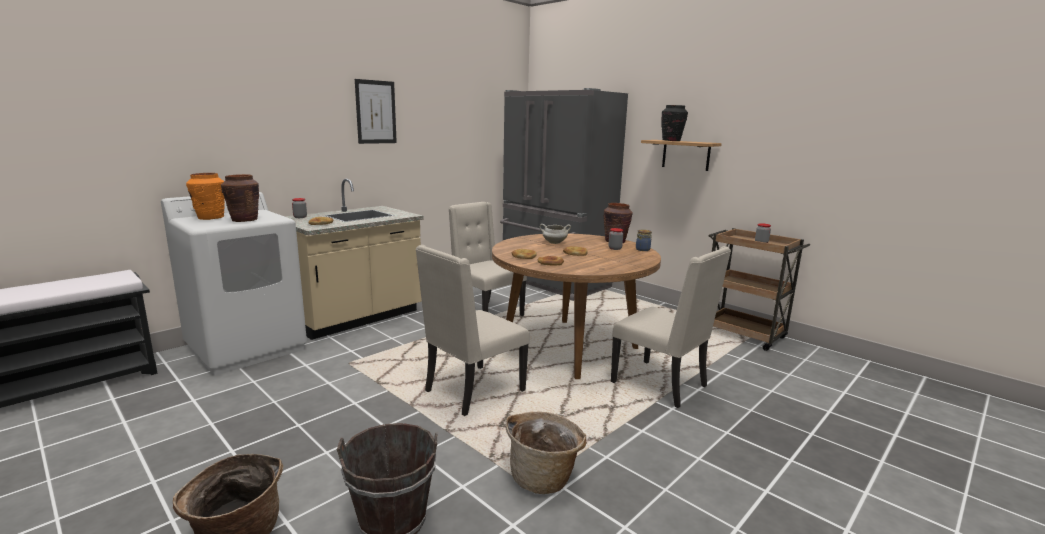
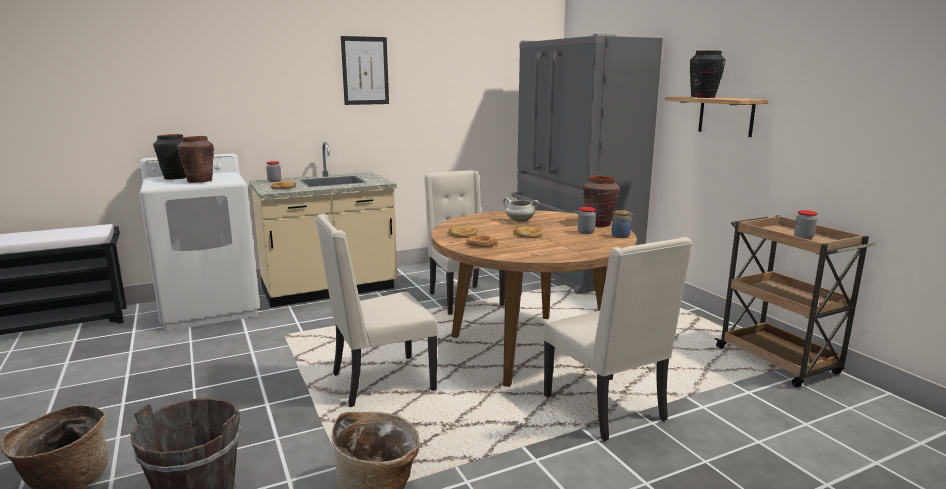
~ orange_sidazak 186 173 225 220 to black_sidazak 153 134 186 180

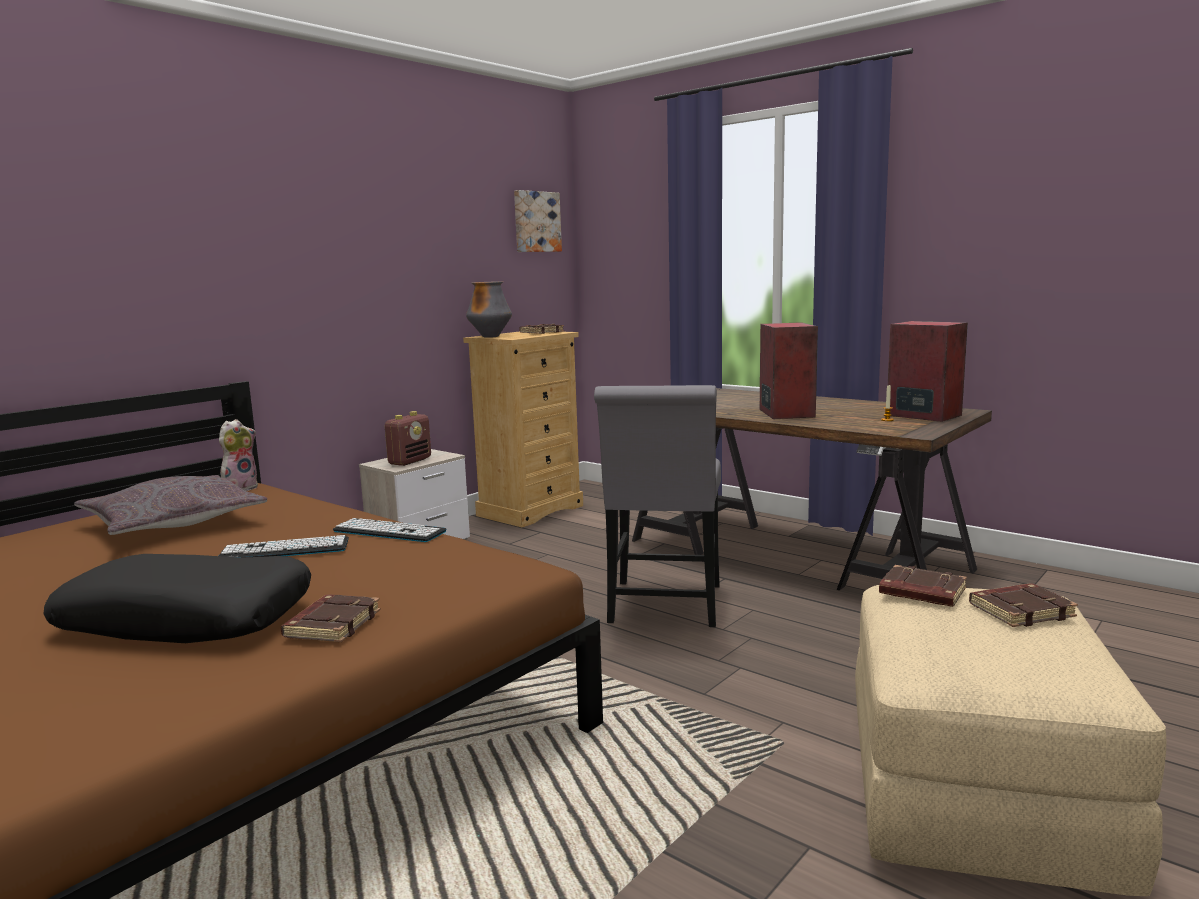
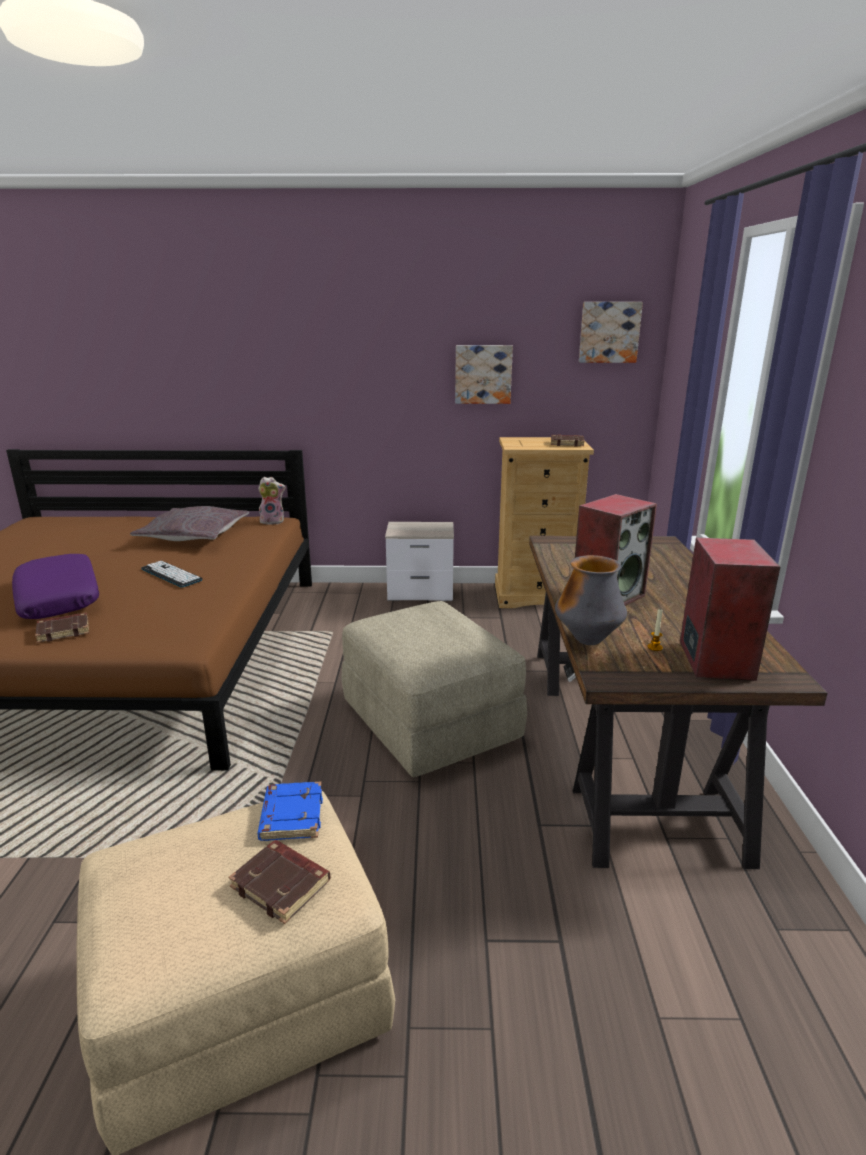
- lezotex 333 518 447 542
- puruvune 385 411 431 466
+ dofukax 455 345 513 404
~ sidazak 466 281 512 338 to 555 555 627 645
~ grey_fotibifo 594 385 721 627 to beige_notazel 341 601 527 777
~ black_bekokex 44 554 311 643 to purple_bekokex 12 554 99 619
~ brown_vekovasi 879 565 967 607 to blue_vekovasi 257 781 323 841

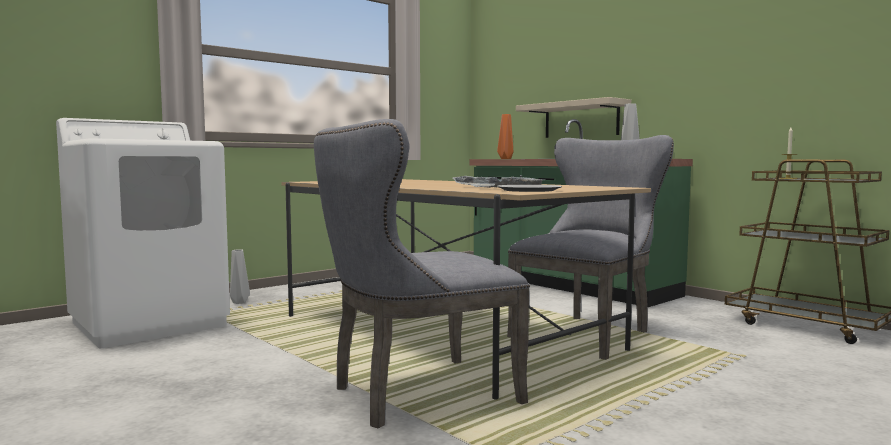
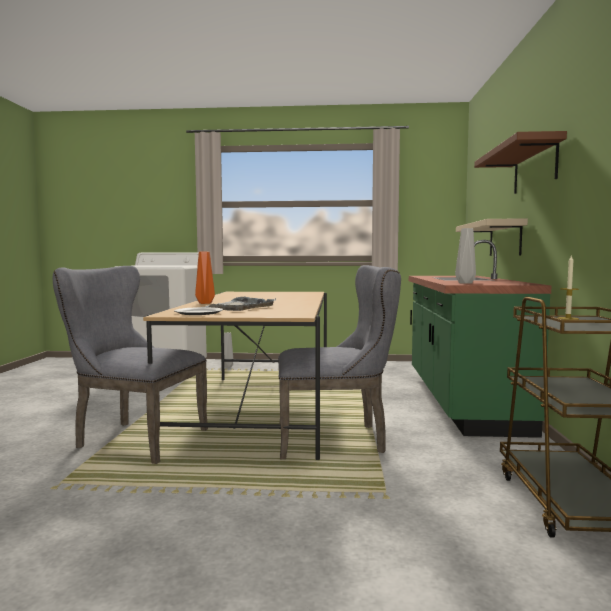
+ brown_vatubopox 474 131 567 194
~ orange_sidazak 497 114 513 159 to 195 252 215 304

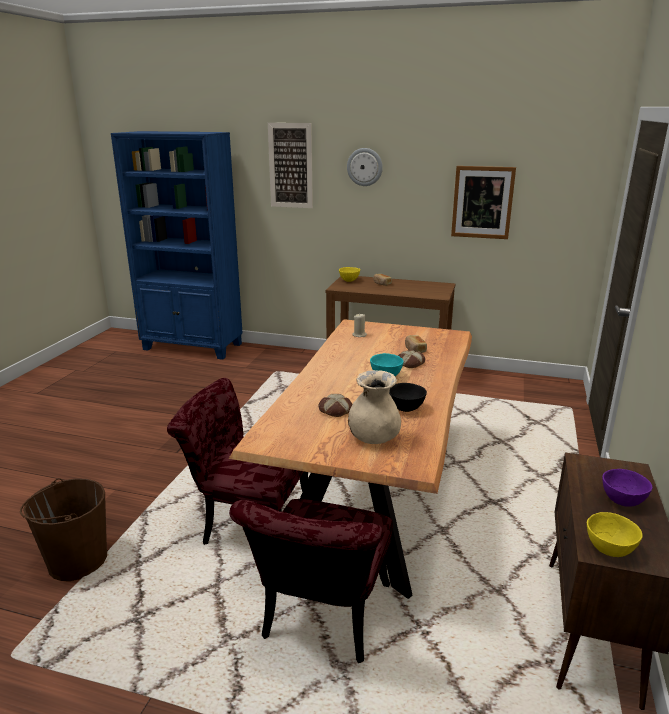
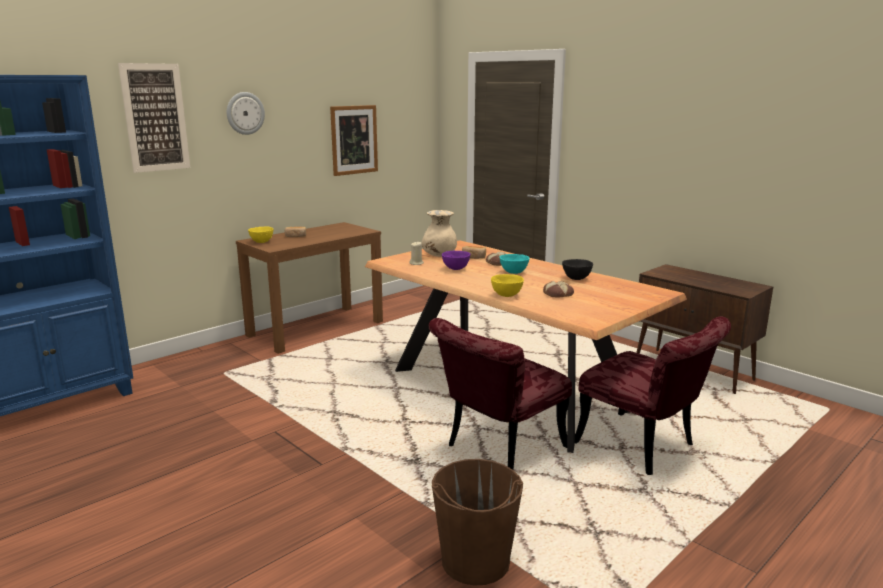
~ beige_sidazak 348 370 401 444 to 422 210 457 257
~ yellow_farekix 587 512 643 557 to 491 274 524 297
~ purple_farekix 602 469 652 507 to 442 251 470 270

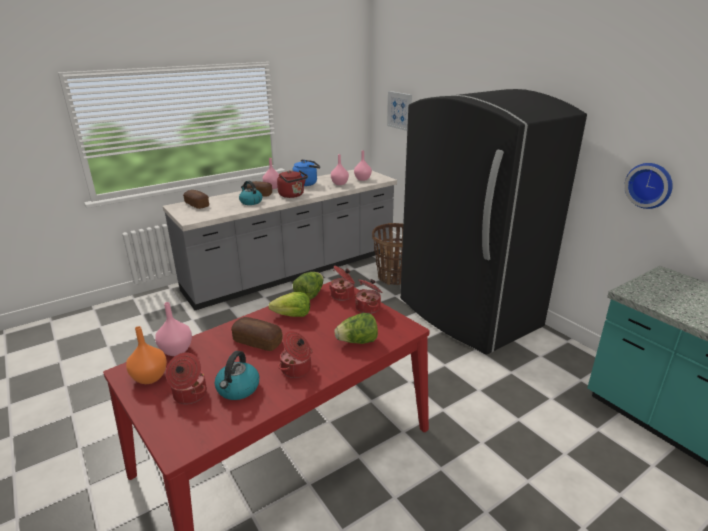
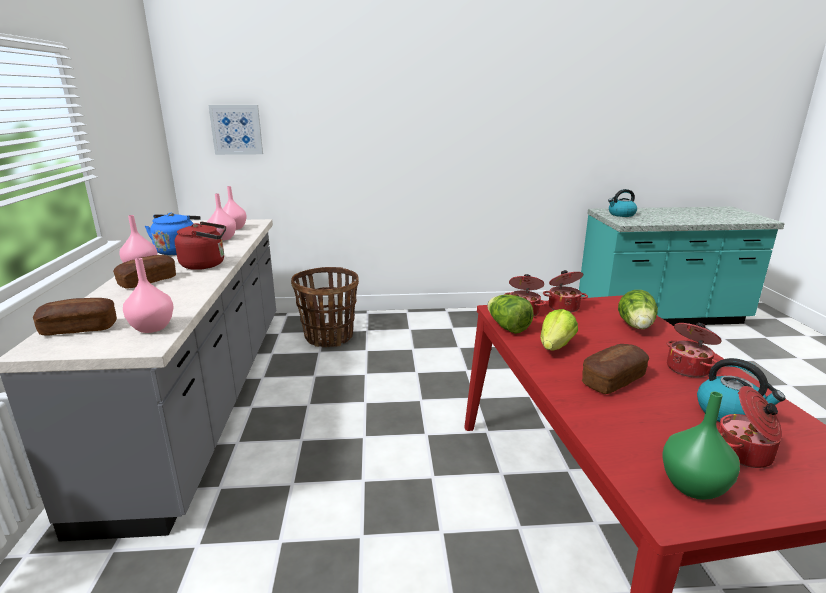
- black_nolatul 400 89 587 355
- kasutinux 624 163 673 209
~ pink_sidazak 155 302 192 356 to 123 258 174 333
~ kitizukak 239 181 262 205 to 608 189 637 217
~ orange_sidazak 126 326 167 384 to green_sidazak 663 391 740 500

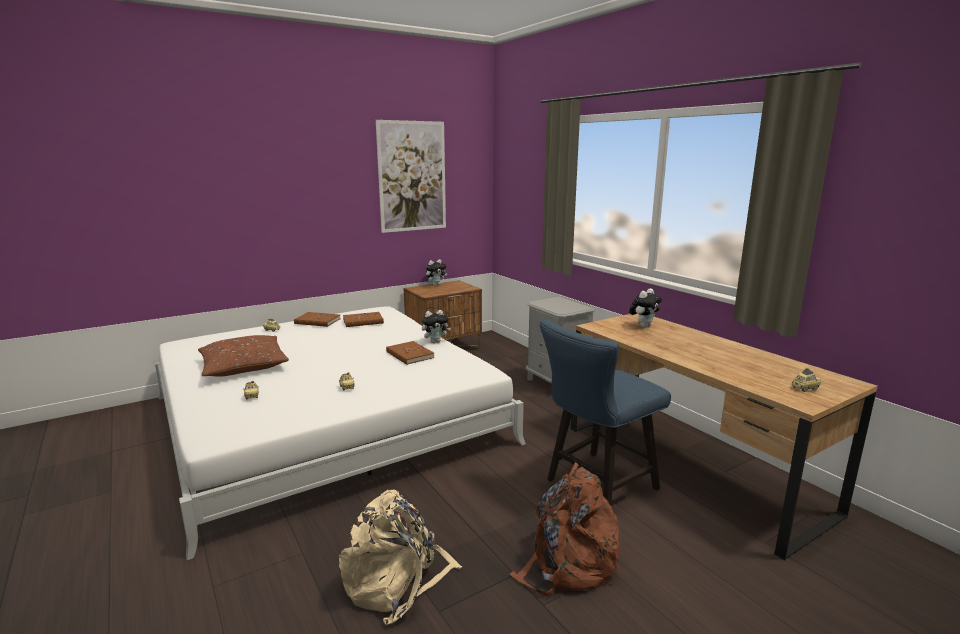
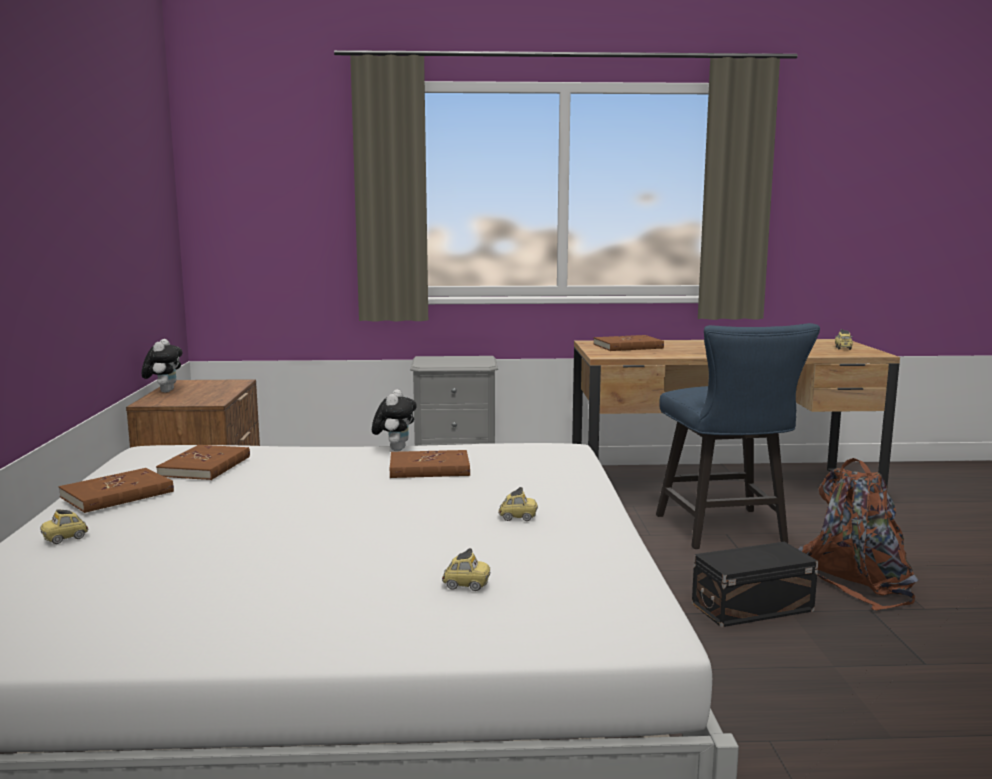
- brown_bekokex 198 335 289 377
- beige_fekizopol 339 489 462 625
- dofukax 376 120 446 233
+ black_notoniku 692 542 818 627
~ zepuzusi 629 288 662 328 to brown_vekovasi 593 335 664 351

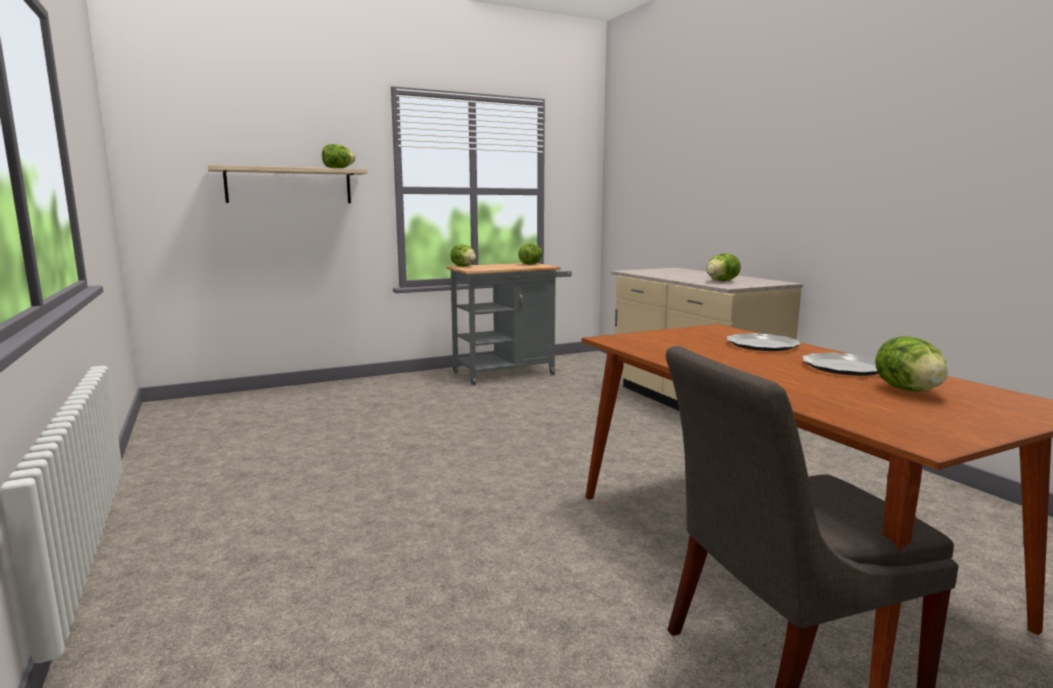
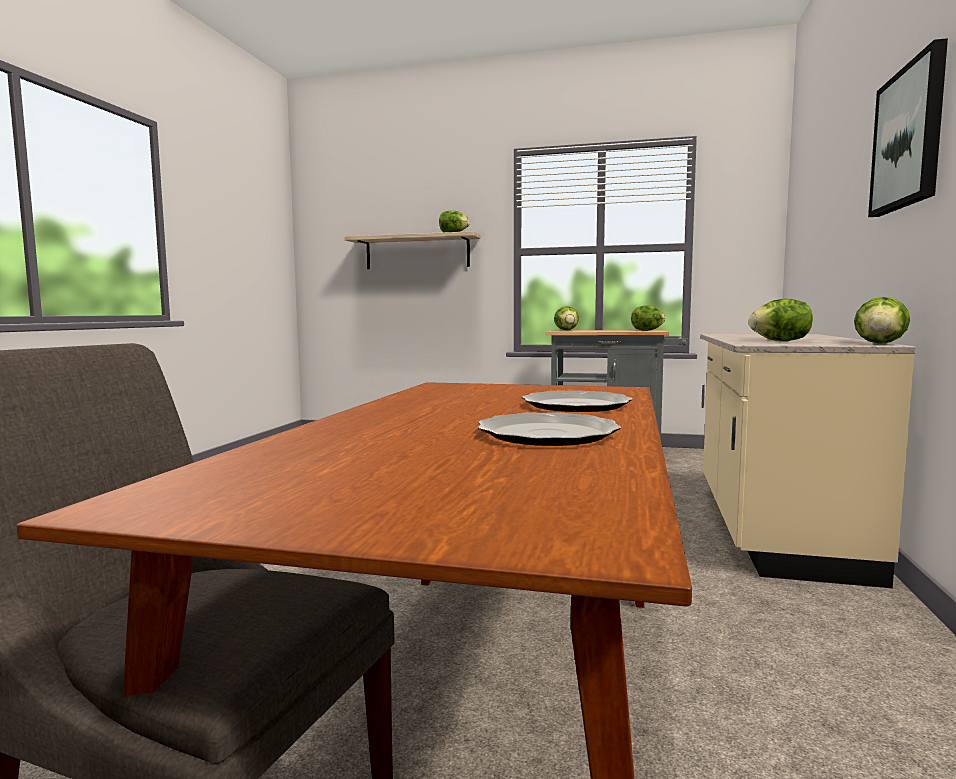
+ dofukax 868 38 948 217
~ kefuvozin 875 336 948 392 to 854 297 910 344

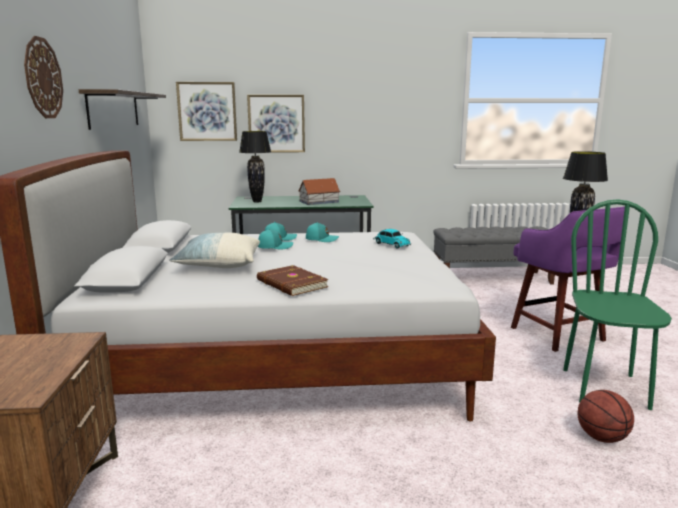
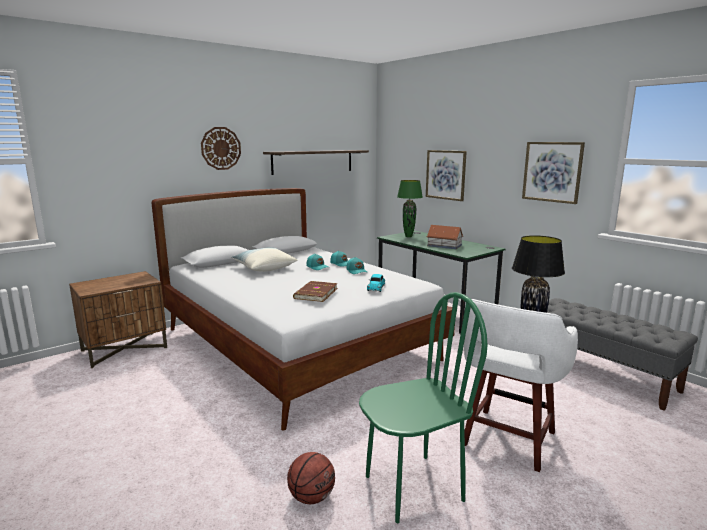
~ dofukax 176 82 237 141 to 522 142 585 204
~ brown_vekovasi 257 265 329 296 to 293 281 338 302
~ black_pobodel 239 131 271 203 to green_pobodel 397 180 423 237
~ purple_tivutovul 511 207 625 352 to white_tivutovul 464 299 578 472

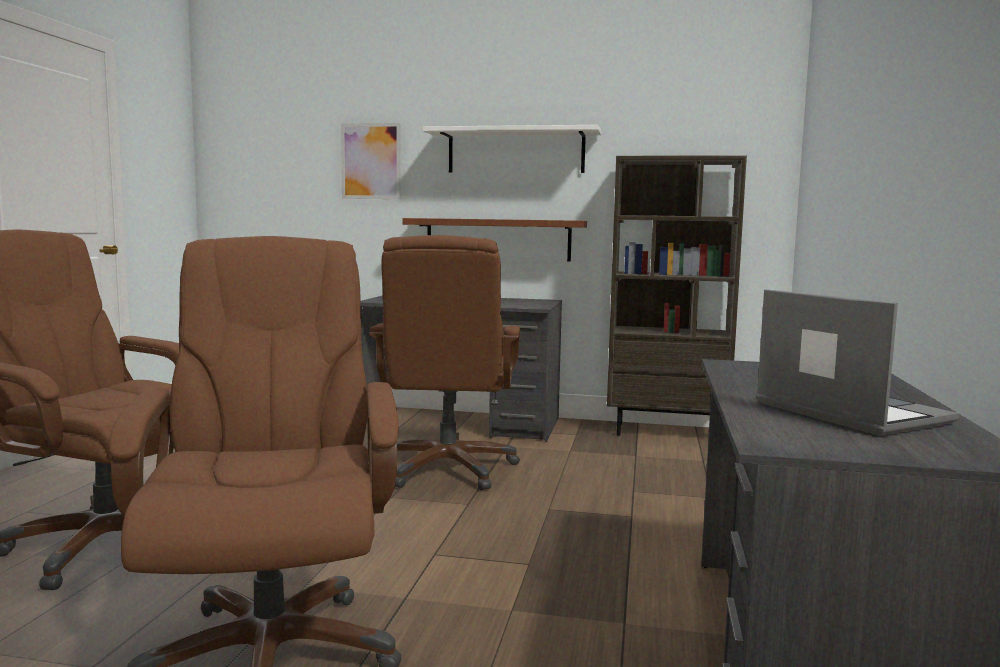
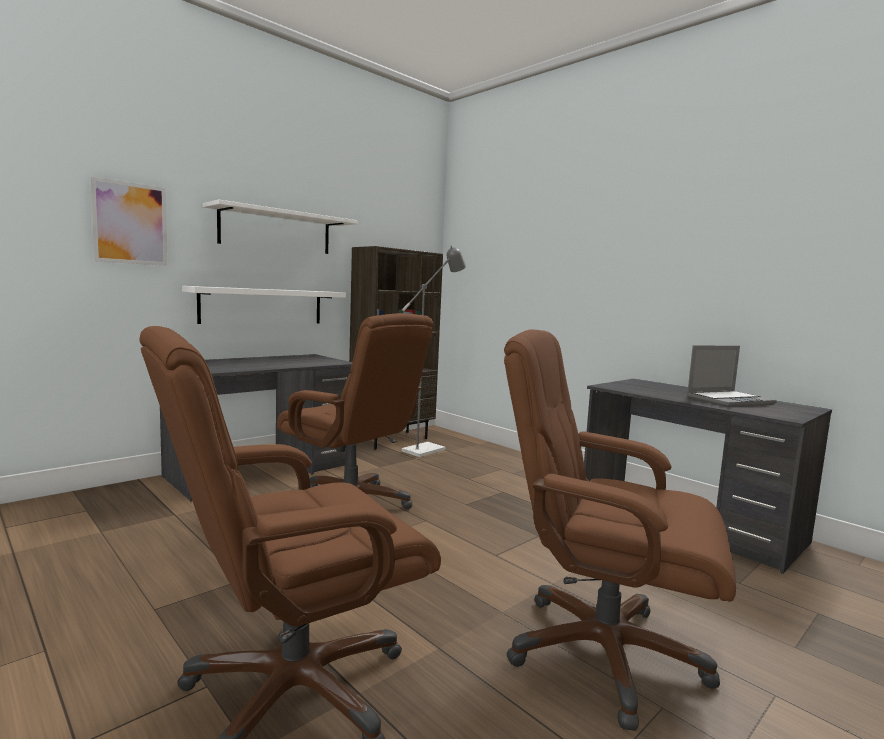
+ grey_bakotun 402 246 466 457
~ brown_vatubopox 403 218 587 262 to white_vatubopox 182 286 346 324
~ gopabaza 756 289 959 436 = 687 345 777 407 150 degrees clockwise

